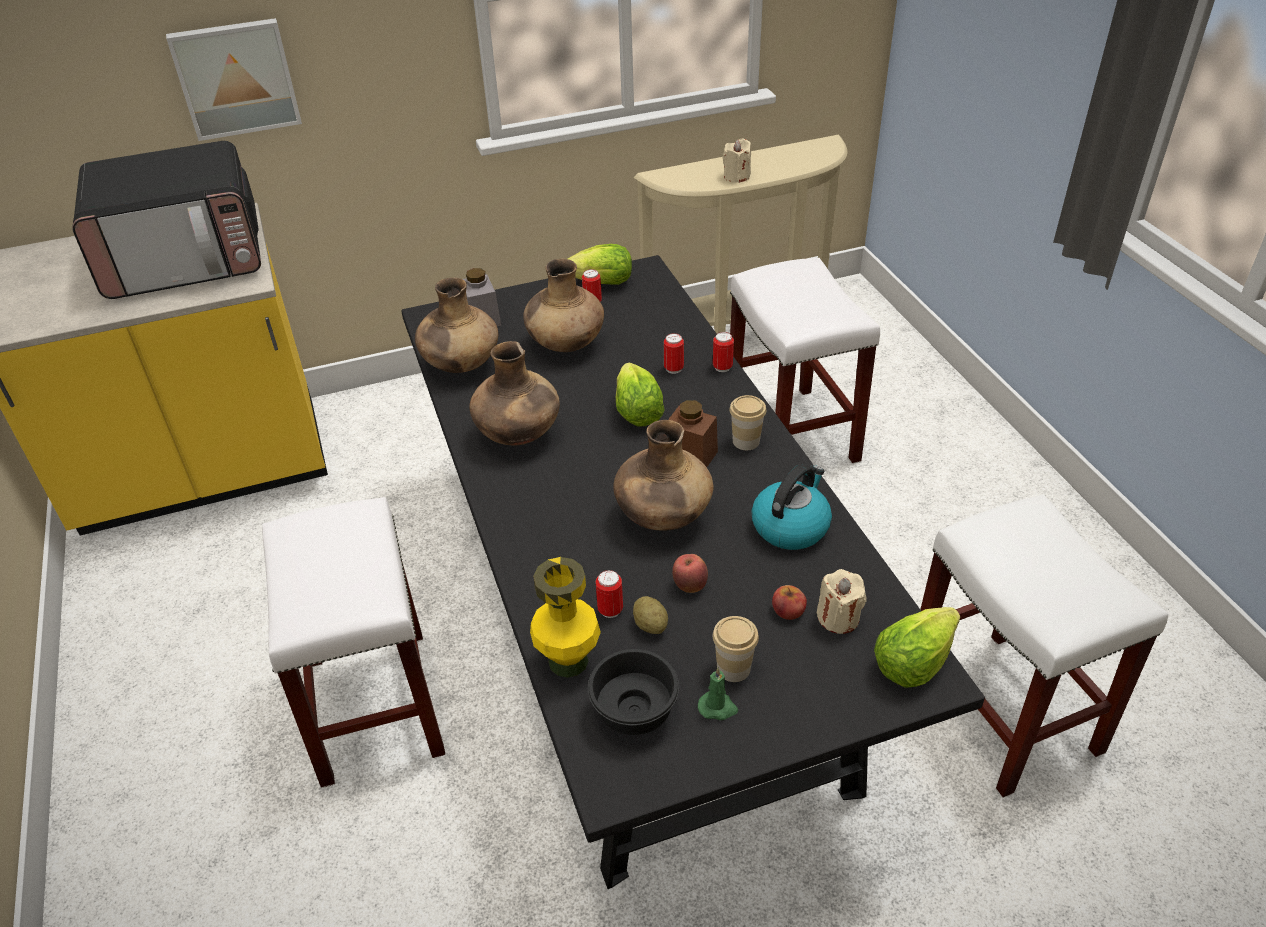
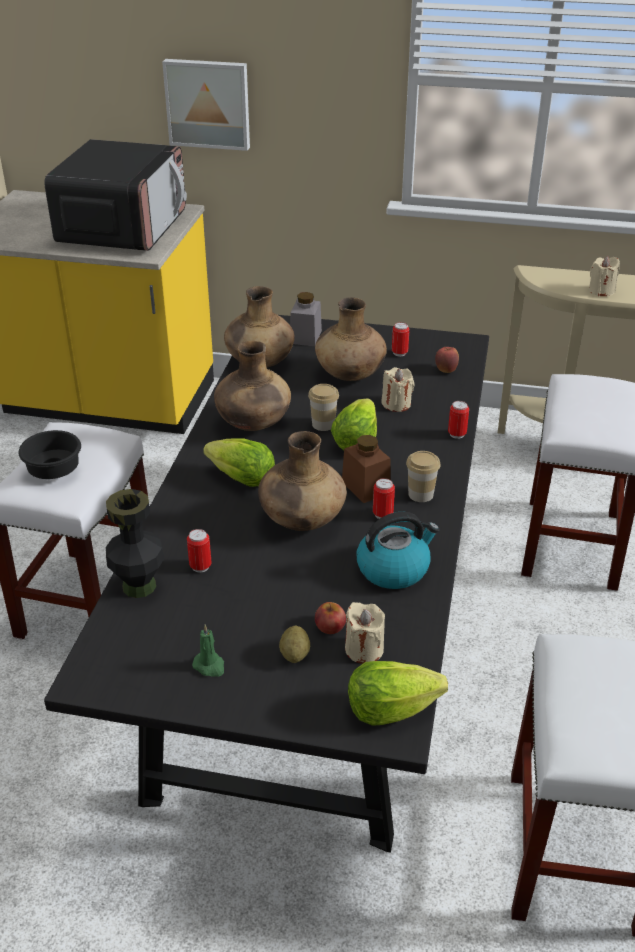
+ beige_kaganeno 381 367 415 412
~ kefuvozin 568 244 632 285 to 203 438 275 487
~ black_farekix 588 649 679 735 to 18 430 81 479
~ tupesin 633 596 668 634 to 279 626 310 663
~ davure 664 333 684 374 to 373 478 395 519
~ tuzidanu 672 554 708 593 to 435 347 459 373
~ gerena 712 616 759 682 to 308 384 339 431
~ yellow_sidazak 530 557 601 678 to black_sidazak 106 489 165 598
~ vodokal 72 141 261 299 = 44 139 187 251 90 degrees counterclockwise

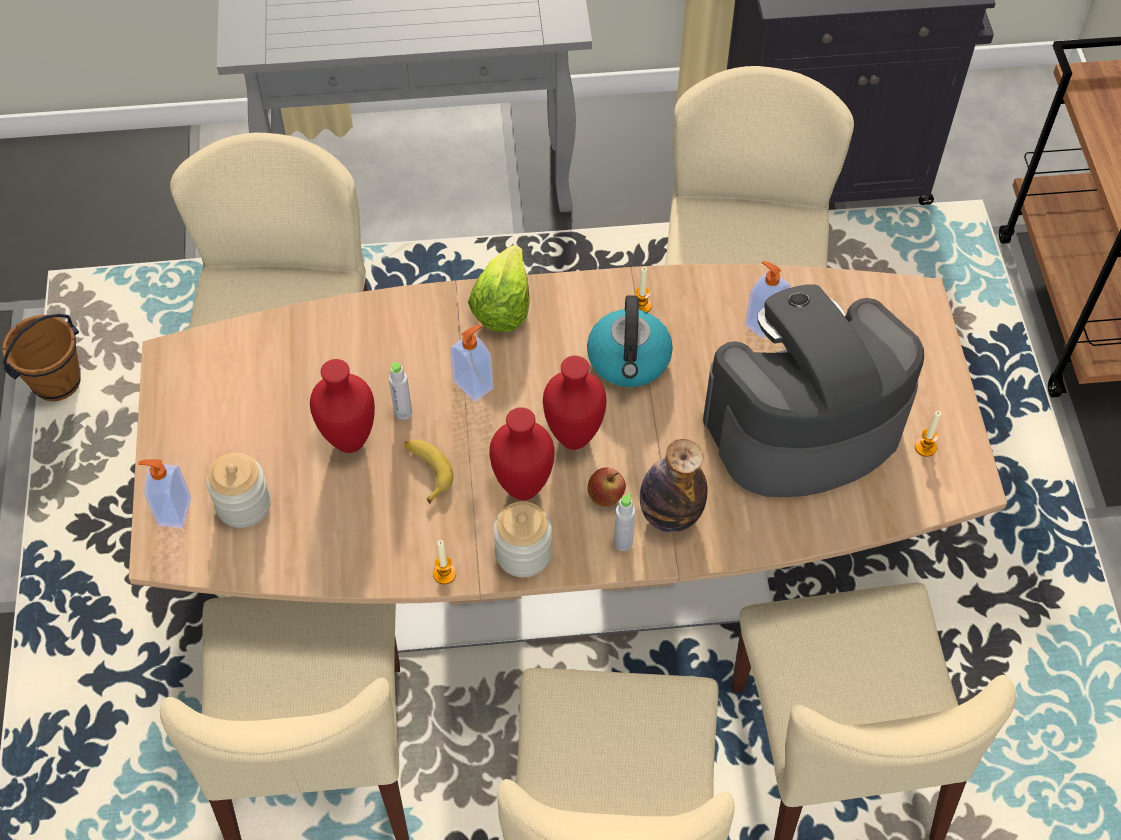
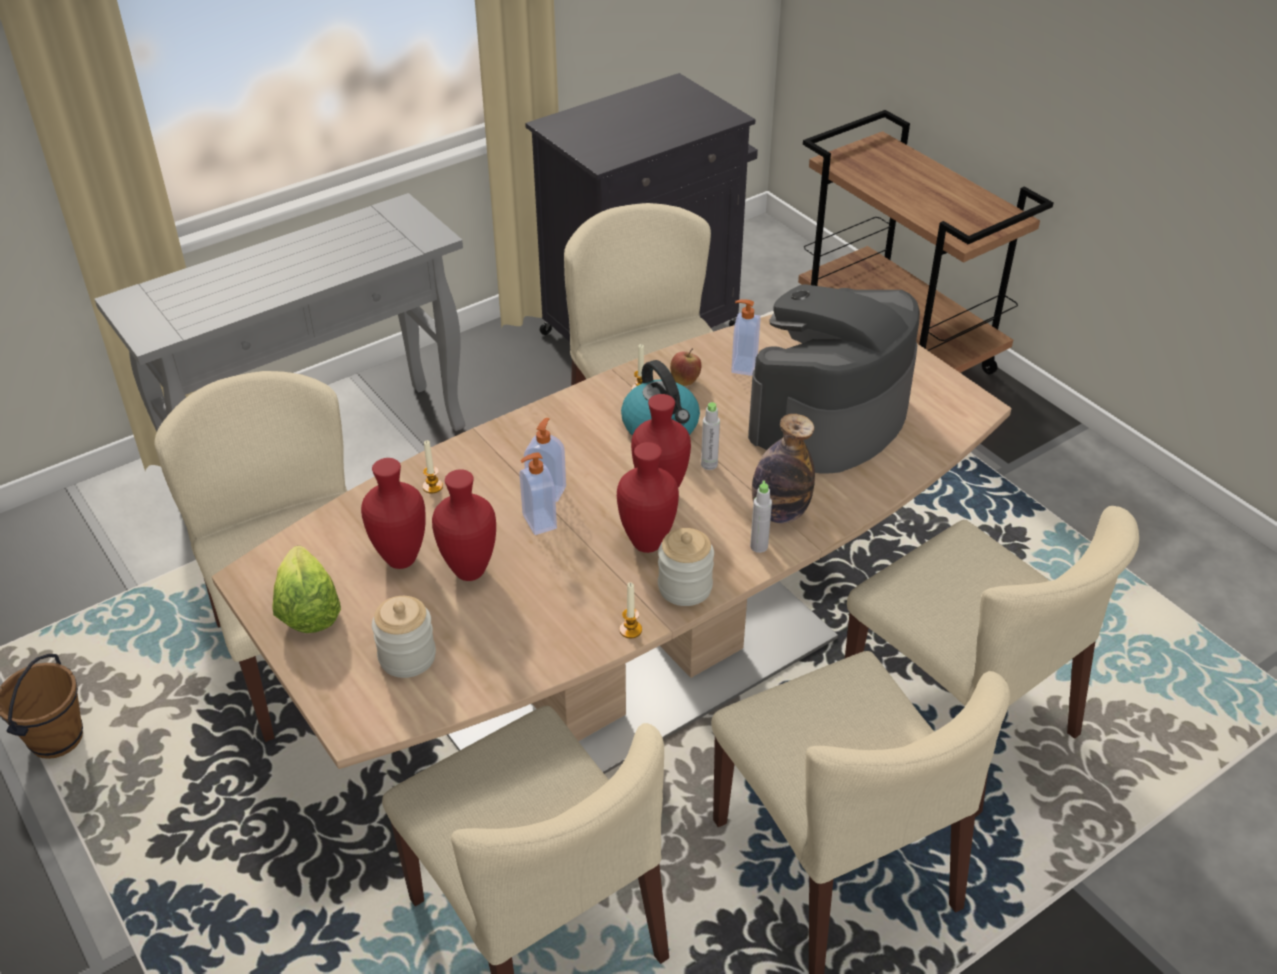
- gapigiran 404 440 453 504
+ red_sidazak 361 458 426 569
~ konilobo 138 459 191 528 to 519 452 557 535
~ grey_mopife 389 362 412 420 to 701 402 720 470
~ kefuvozin 468 245 530 332 to 272 546 341 633
~ tuzidanu 588 468 626 507 to 670 348 702 386
~ kaganeno 915 411 941 457 to 422 440 443 494

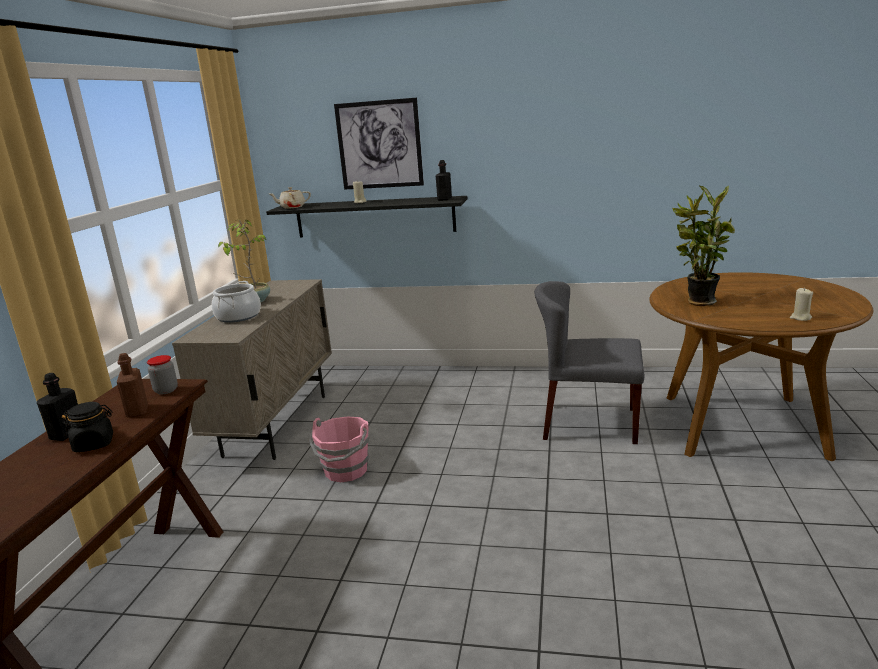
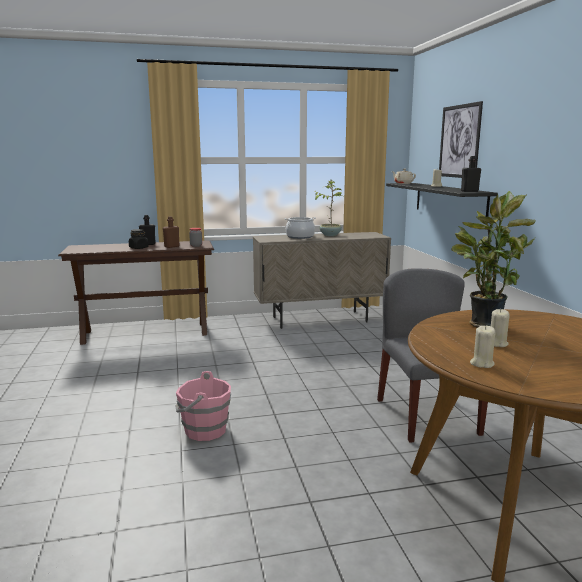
+ beige_kaganeno 491 309 510 347
~ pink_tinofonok 308 417 369 482 to 175 371 231 441

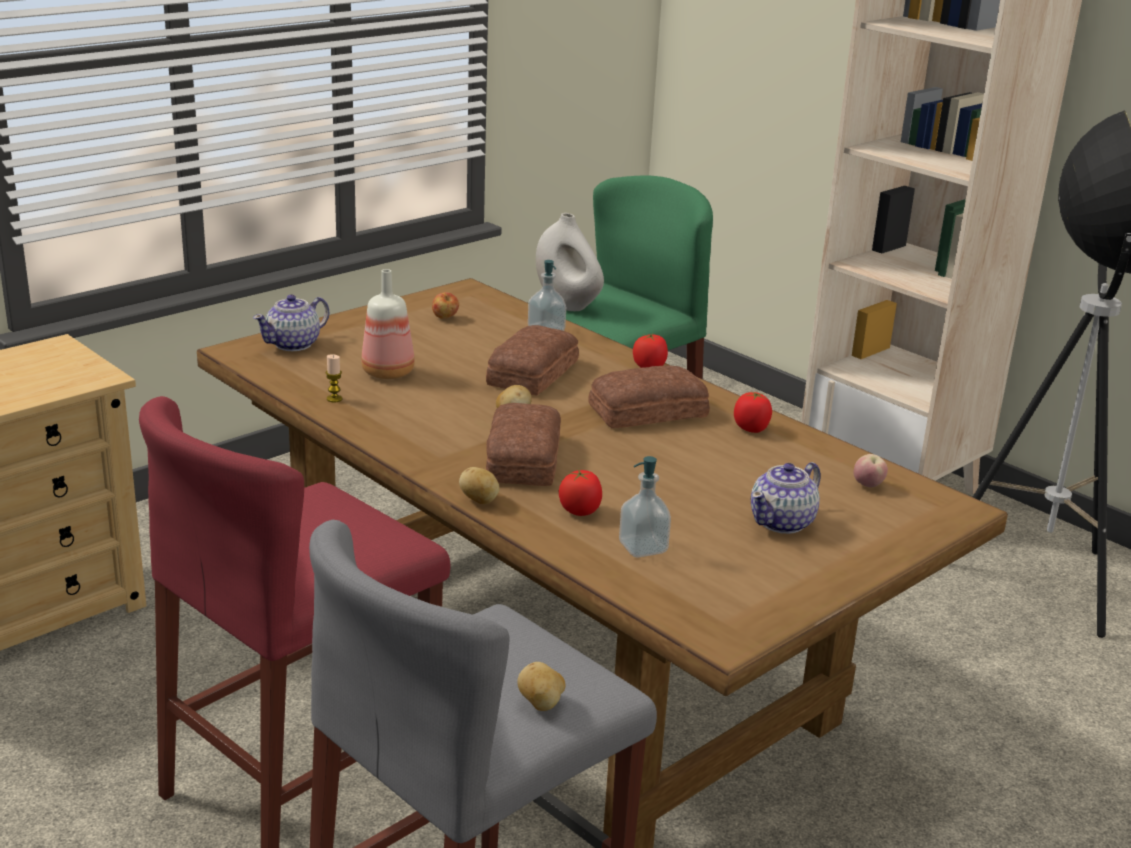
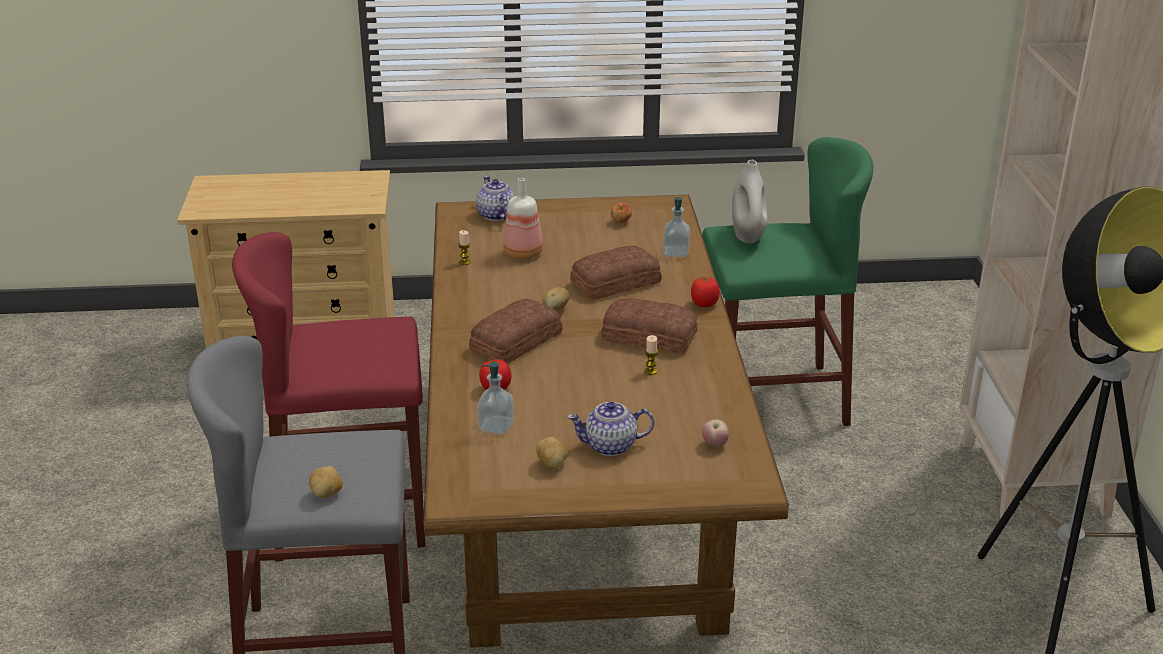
- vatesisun 734 392 772 433
+ kaganeno 644 335 658 375
~ tupesin 459 467 500 504 to 536 437 569 469
~ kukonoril 253 294 330 351 = 476 176 515 221 75 degrees clockwise

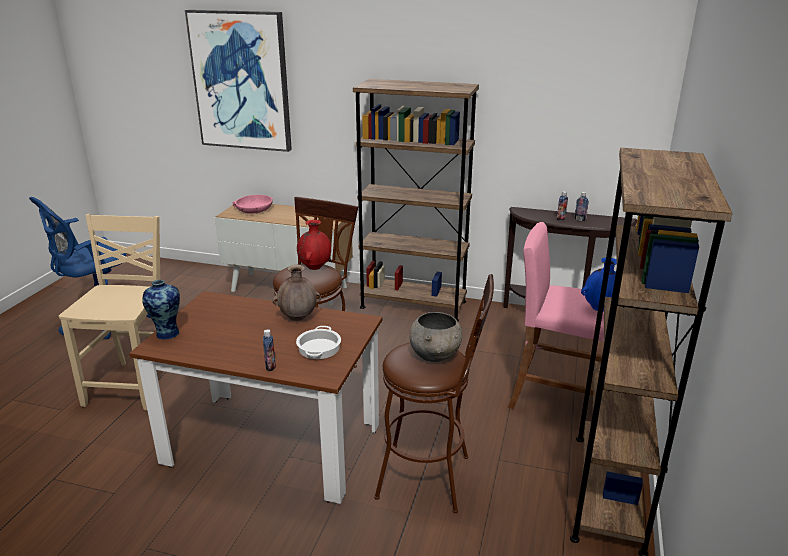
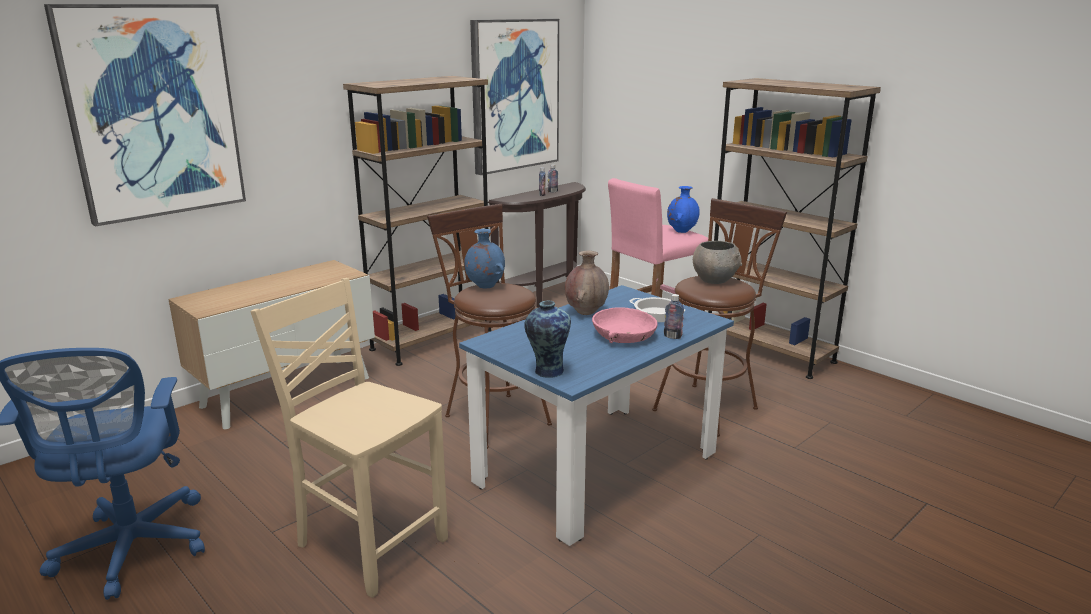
+ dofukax 470 19 559 175
~ pink_farekix 232 195 273 214 to 592 307 658 343
~ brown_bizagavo 129 291 382 504 to blue_bizagavo 459 285 734 546
~ red_sidazak 297 220 331 270 to blue_sidazak 464 229 505 289

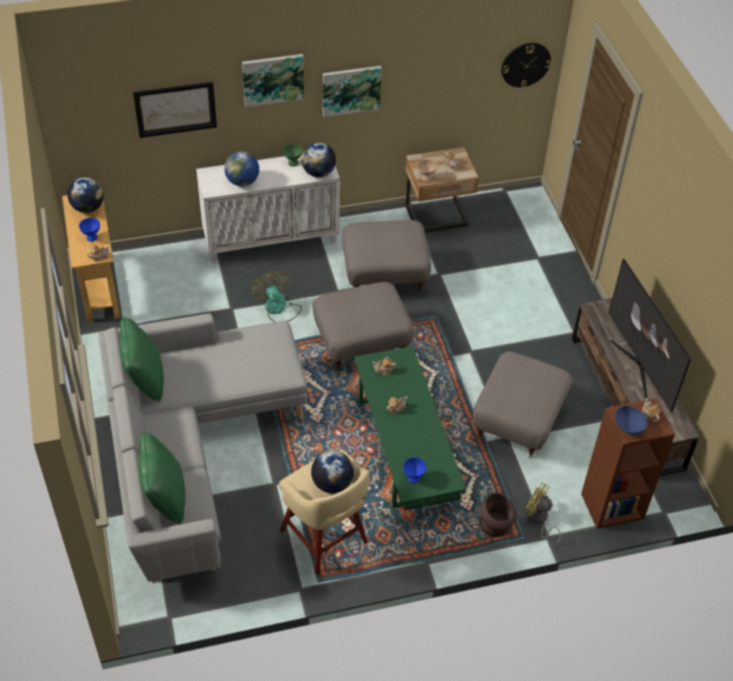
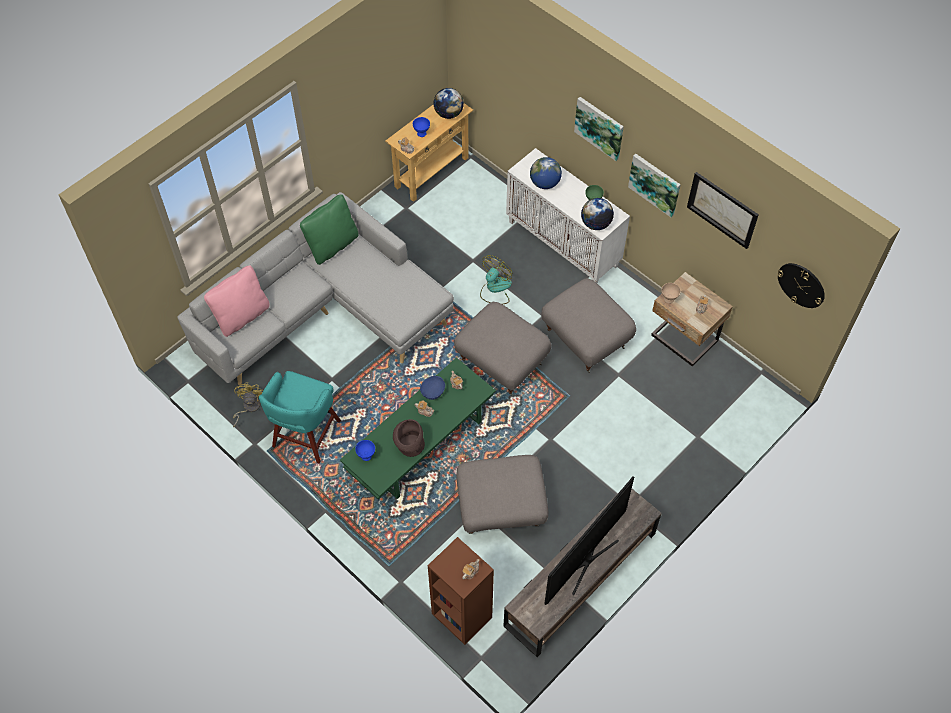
- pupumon 311 450 354 493
~ dofukax 133 82 217 138 to 687 172 759 249
~ brown_sidazak 480 492 517 537 to 393 419 425 457
~ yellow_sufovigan 525 482 561 543 to 233 382 264 428
~ blue_farekix 615 406 647 435 to 420 376 445 400
~ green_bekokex 138 432 186 524 to pink_bekokex 204 265 270 337
~ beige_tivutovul 279 449 369 575 to turquoise_tivutovul 259 371 341 463

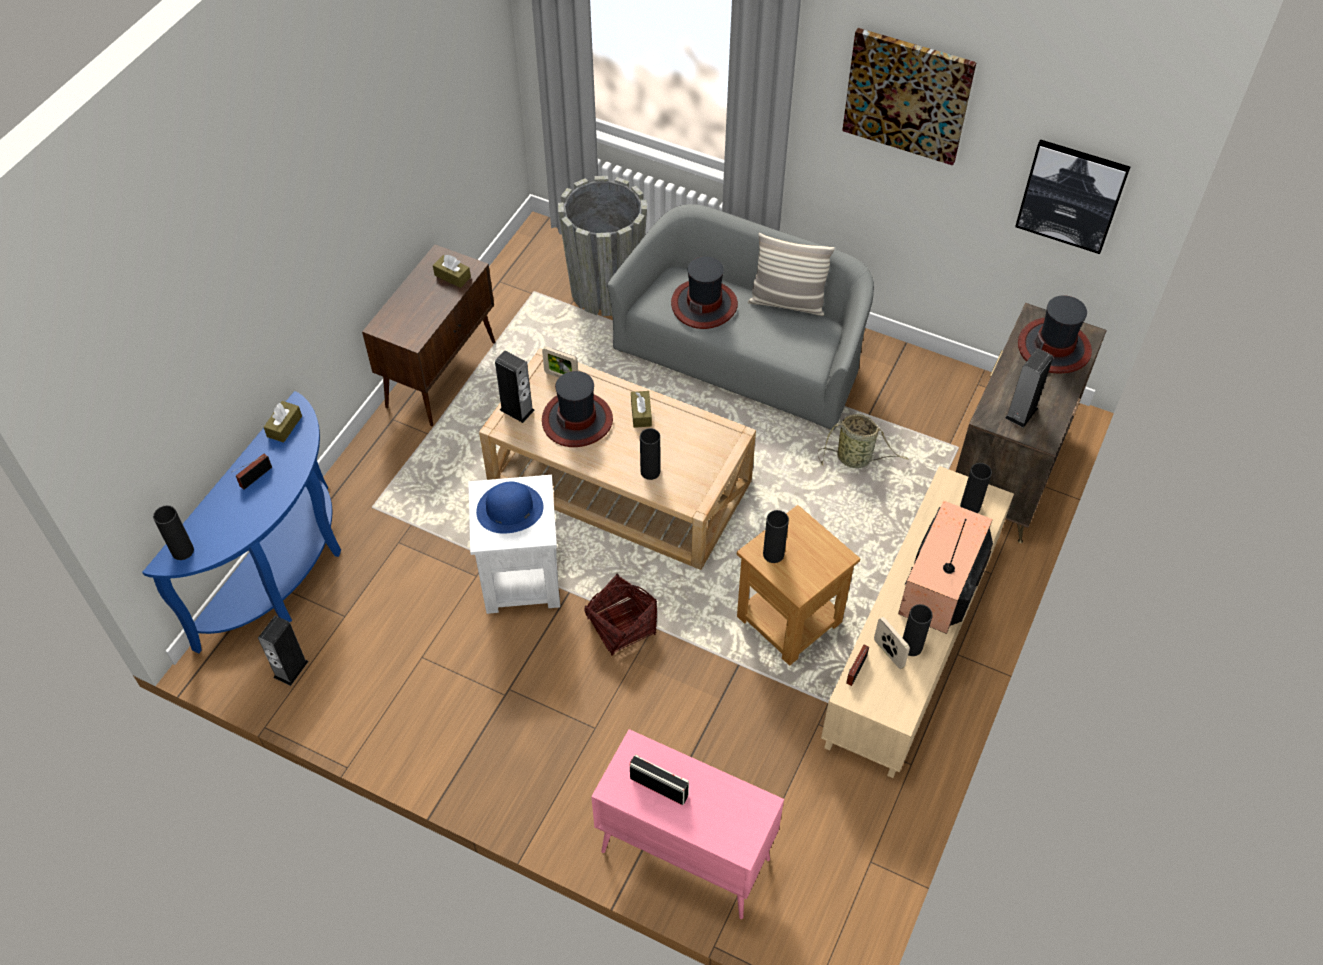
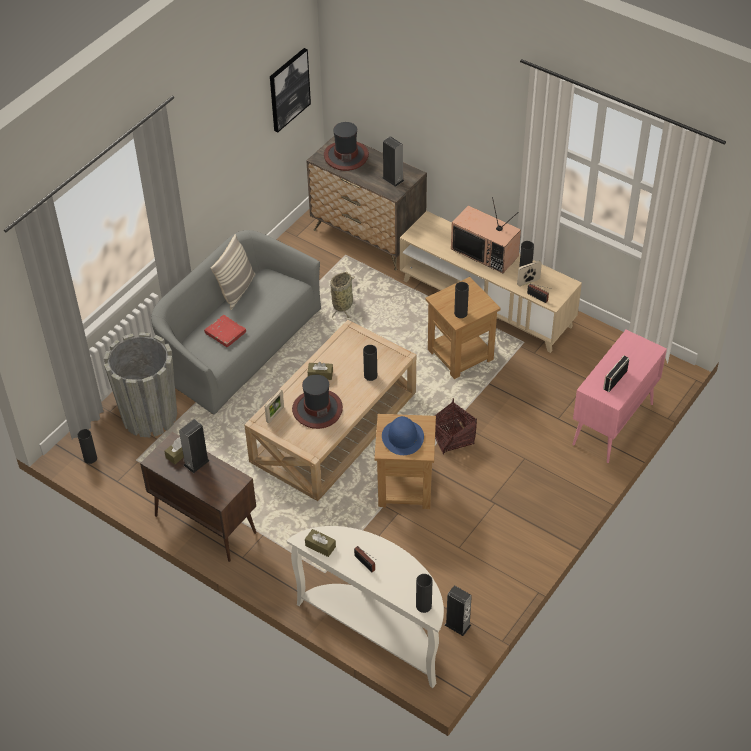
- dofukax 842 28 977 166
~ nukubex 495 351 535 423 to 179 419 210 473
~ black_sidazak 960 463 992 513 to 78 429 97 464
~ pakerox 671 256 738 329 to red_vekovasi 204 315 246 347
~ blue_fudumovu 142 391 341 653 to white_fudumovu 287 526 444 688
~ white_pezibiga 468 475 560 614 to brown_pezibiga 374 414 436 509

